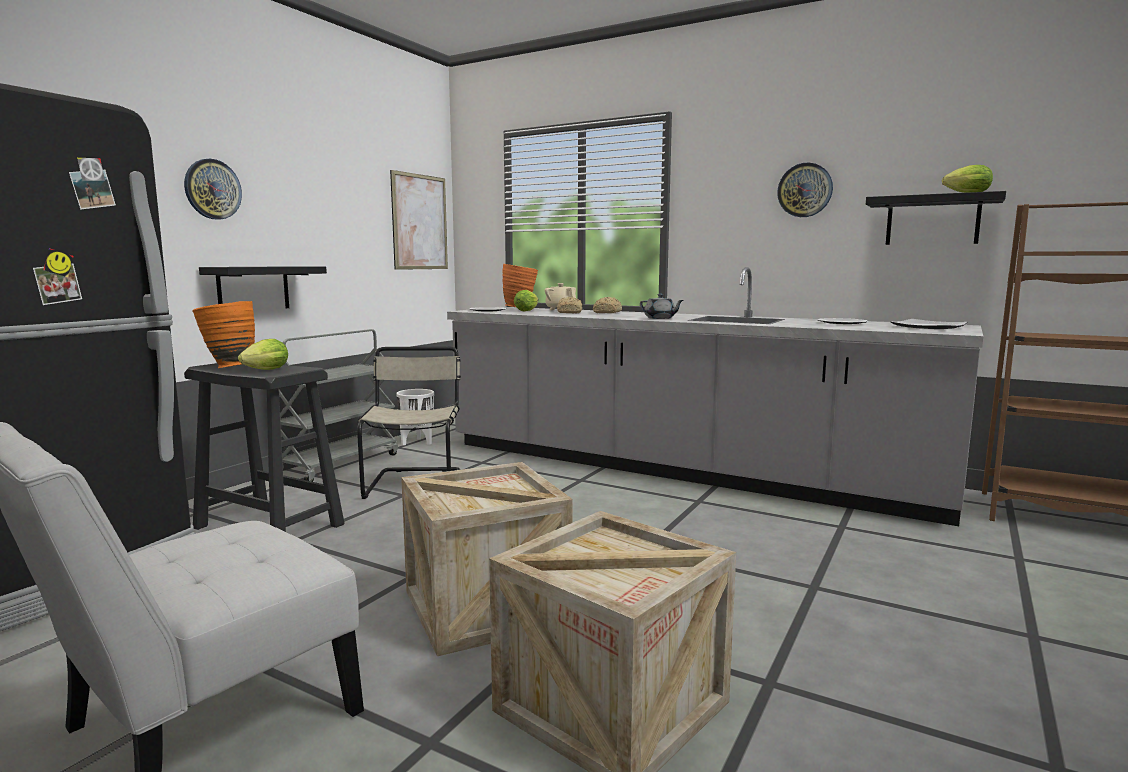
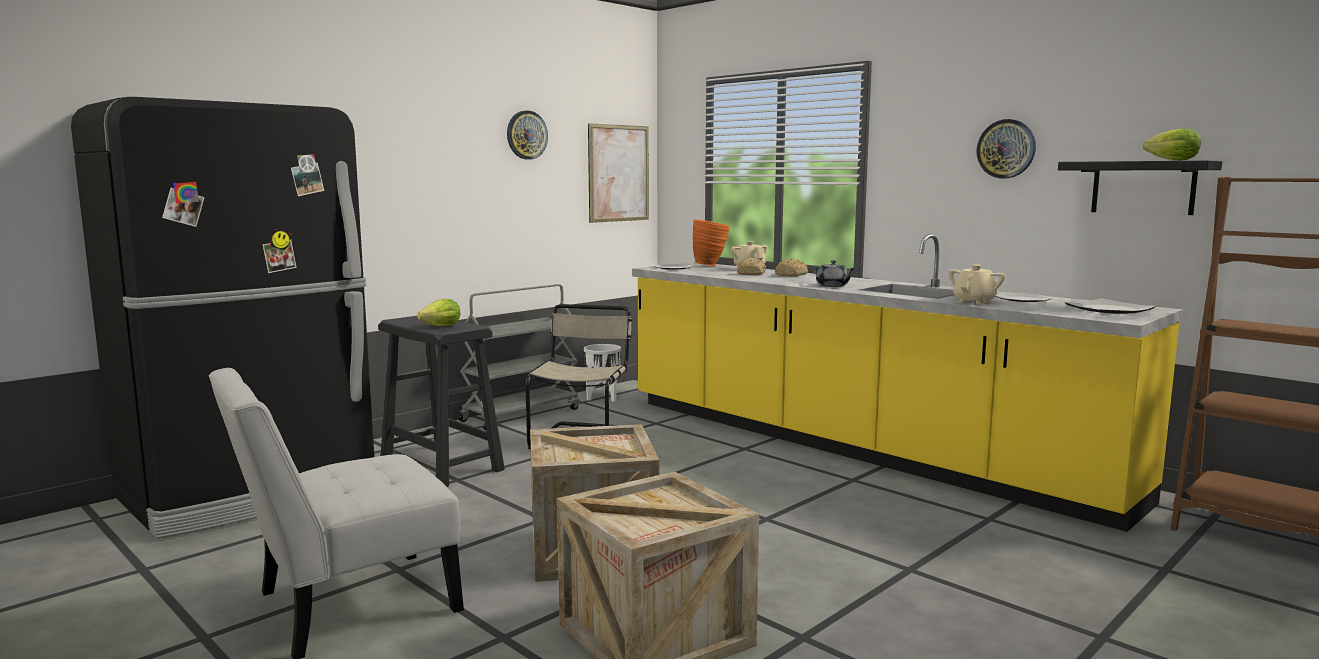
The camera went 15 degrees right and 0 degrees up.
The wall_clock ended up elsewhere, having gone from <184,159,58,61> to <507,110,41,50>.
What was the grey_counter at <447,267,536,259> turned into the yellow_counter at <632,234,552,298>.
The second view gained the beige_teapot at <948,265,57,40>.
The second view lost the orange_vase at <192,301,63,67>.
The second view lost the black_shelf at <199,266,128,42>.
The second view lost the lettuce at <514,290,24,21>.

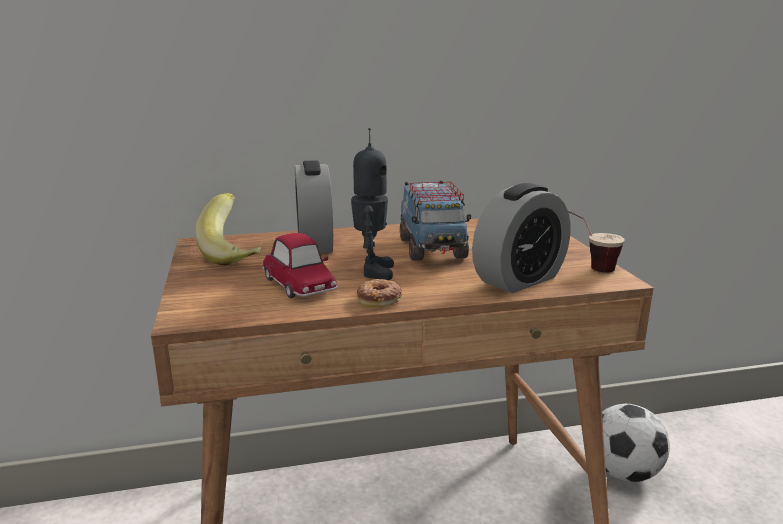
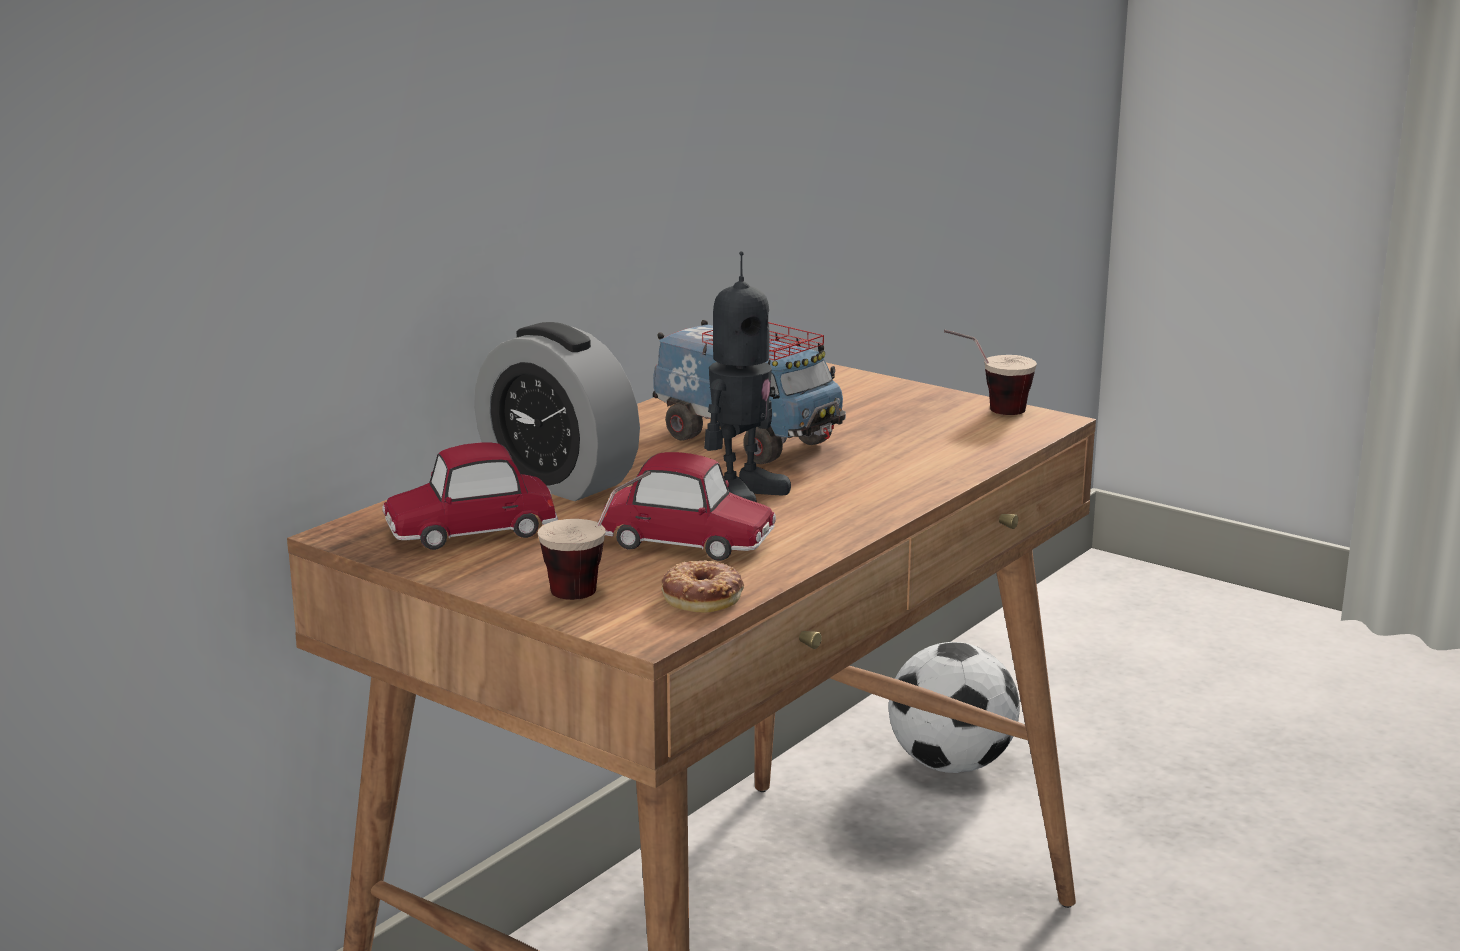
The camera went 40 degrees left and 0 degrees up.
Where the banana stood at <195,193,66,72>, the toy_car came to stand at <382,443,176,107>.
The second view gained the cup at <538,471,113,129>.
The donut ended up elsewhere, having gone from <357,279,45,28> to <661,560,83,53>.
The toy_robot at <351,128,43,152> ended up facing another way, 75 degrees clockwise from before.
The second view lost the alarm_clock at <472,183,99,110>.

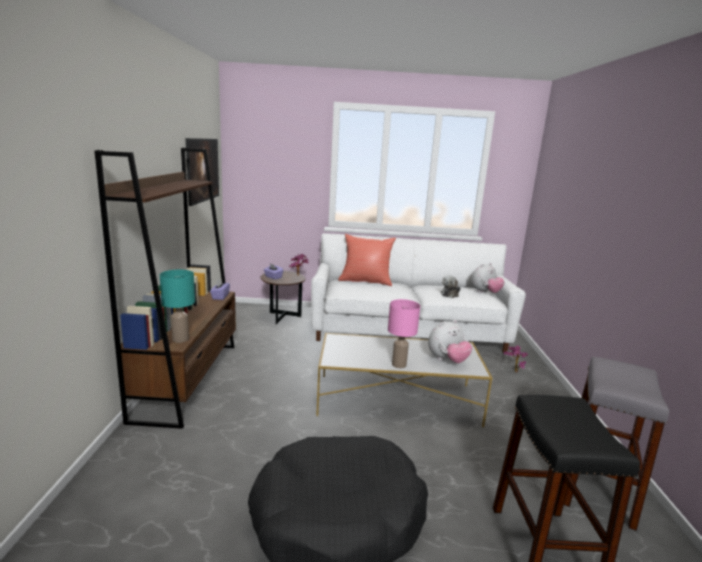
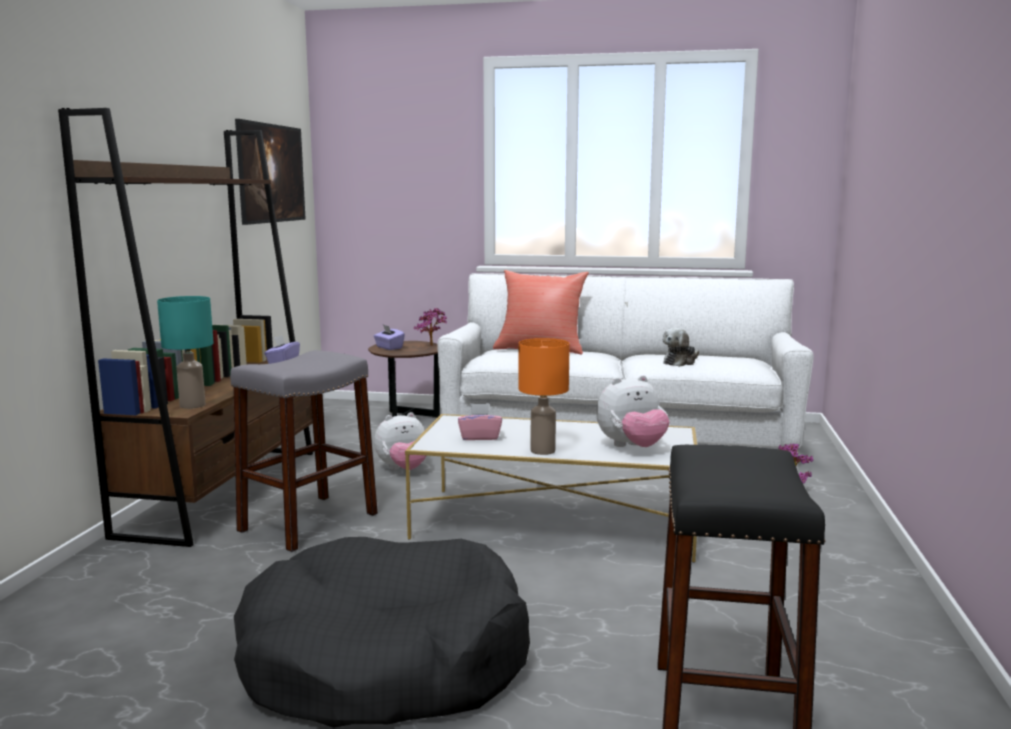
The camera went 10 degrees right and 5 degrees down.
The grey_stool ended up elsewhere, having gone from <564,357,105,174> to <230,350,148,202>.
The plush_toy ended up elsewhere, having gone from <471,263,33,30> to <374,412,52,58>.
The second view gained the pink_tissue_box at <458,403,44,37>.
What was the pink_table_lamp at <388,299,32,69> turned into the orange_table_lamp at <518,338,52,117>.

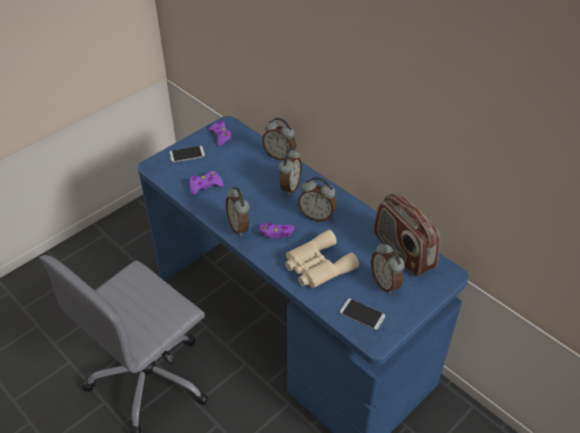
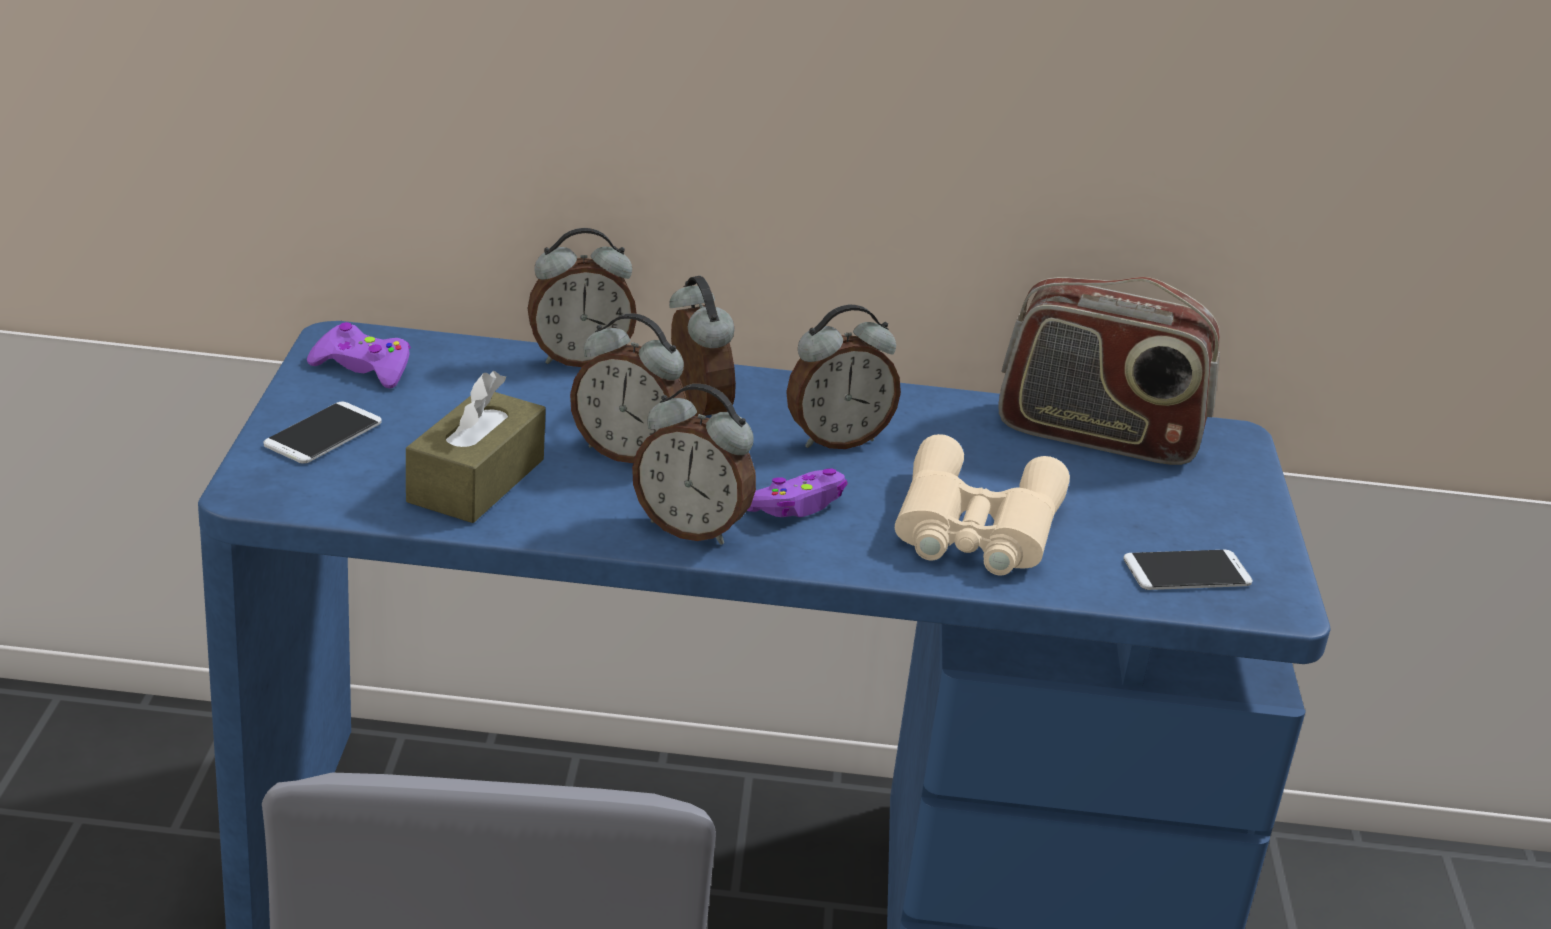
The camera went 45 degrees left and 15 degrees down.
Where the purple_game_controller stood at <189,171,35,24>, the brown_tissue_box came to stand at <406,371,140,152>.
The alarm_clock ended up elsewhere, having gone from <371,242,34,52> to <570,313,116,150>.

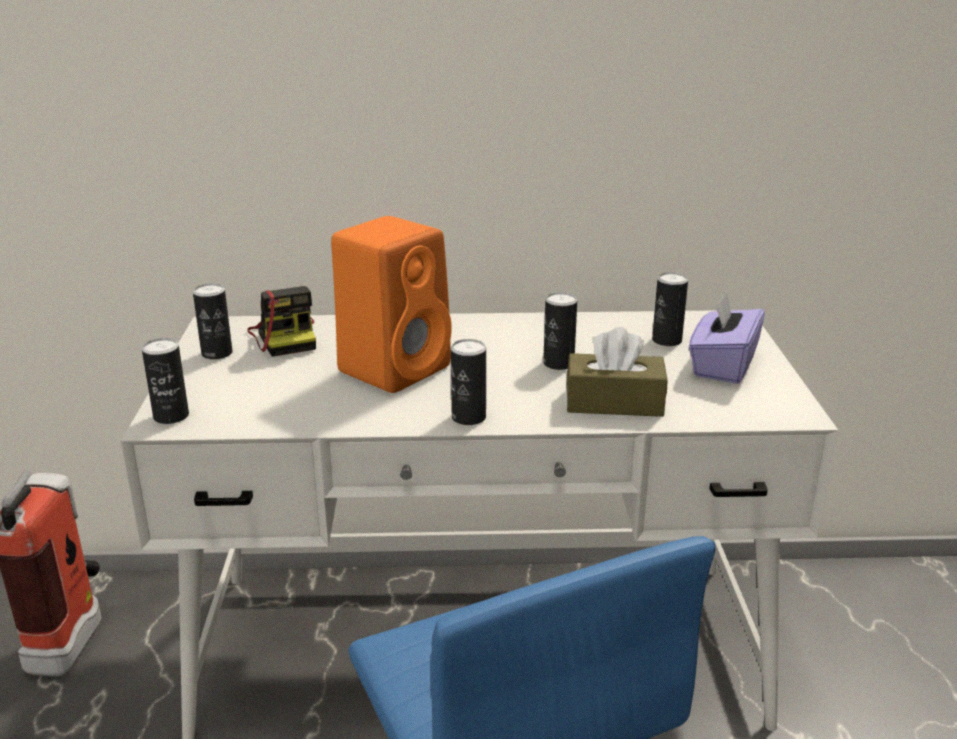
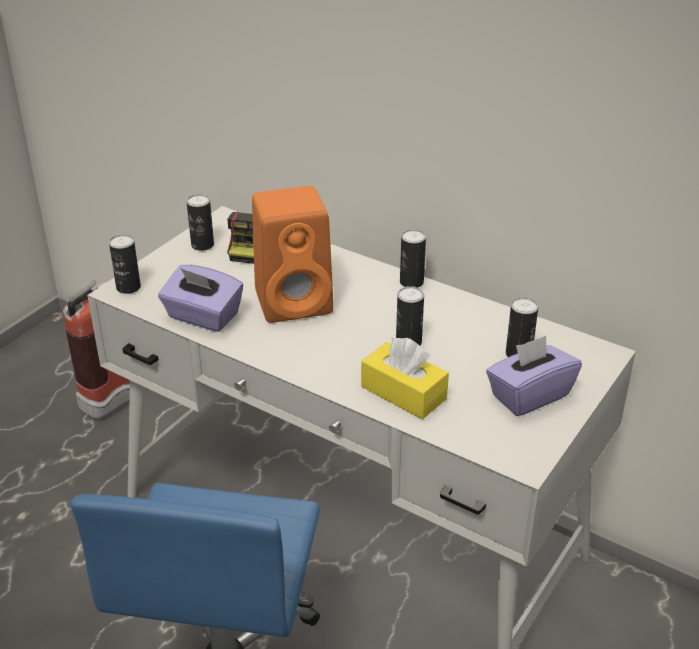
The camera went 35 degrees right and 10 degrees up.
The second view gained the purple_tissue_box at <158,265,85,67>.
What was the brown_tissue_box at <566,327,102,90> turned into the yellow_tissue_box at <361,338,88,81>.
The can ended up elsewhere, having gone from <451,339,35,86> to <400,229,26,59>.

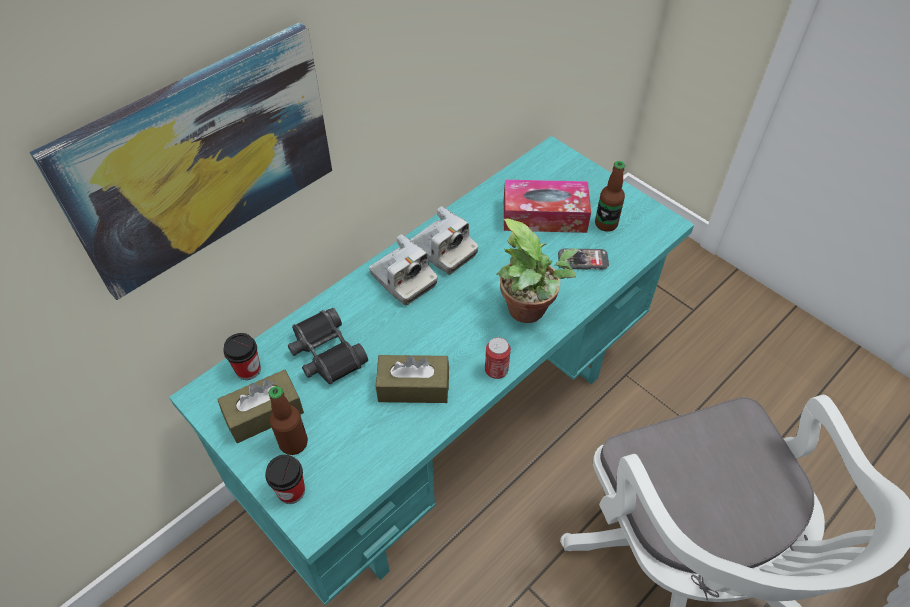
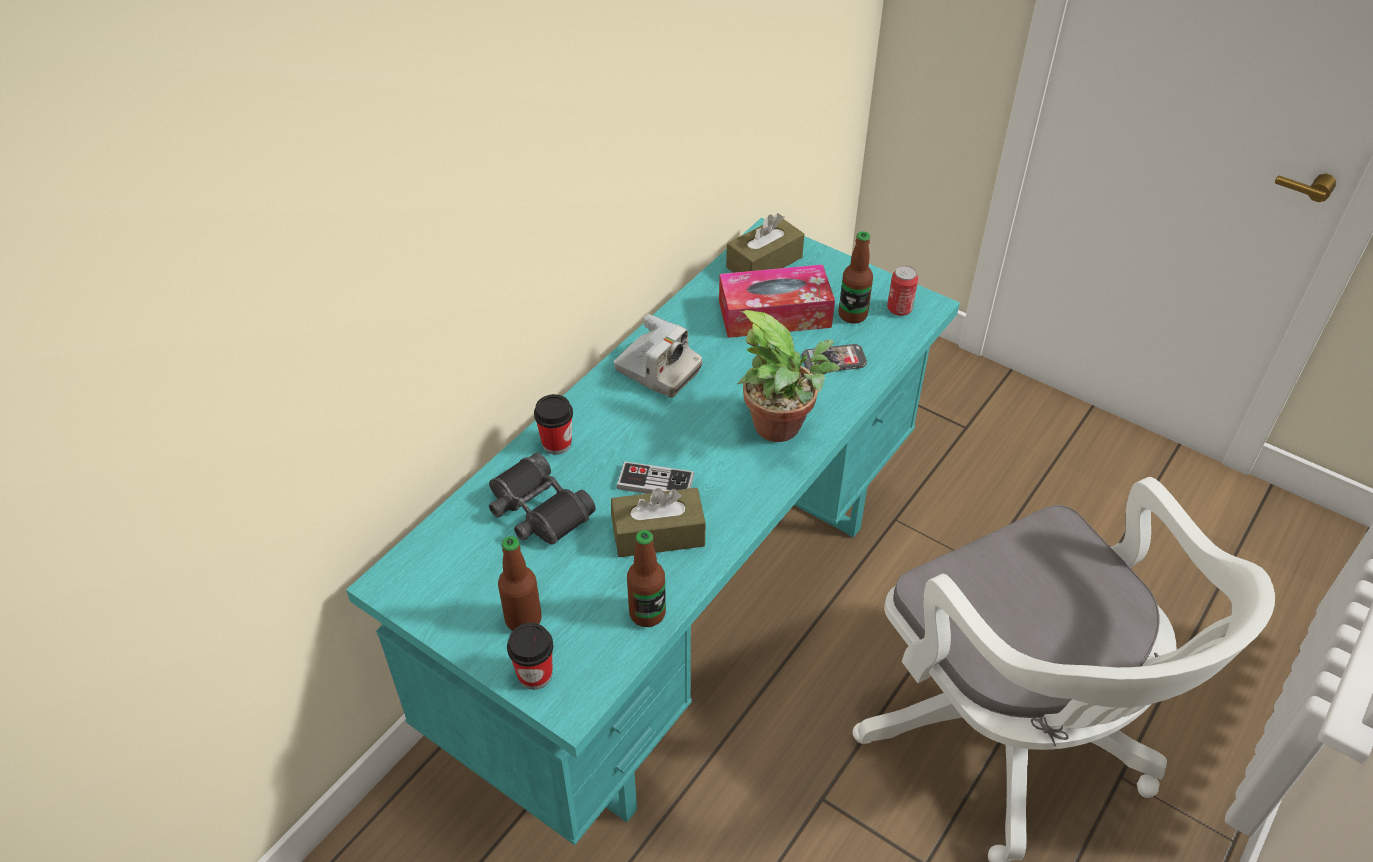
The camera went 10 degrees left and 5 degrees down.
The cup ended up elsewhere, having gone from <223,333,38,47> to <534,394,39,61>.
The second view gained the game_controller at <616,461,78,33>.
The second view gained the bottle at <627,530,39,97>.
The brown_tissue_box ended up elsewhere, having gone from <217,369,87,74> to <726,213,78,60>.
The can ended up elsewhere, having gone from <485,337,26,42> to <887,266,31,50>.
The second view lost the picture at <30,22,302,278>.
The second view lost the photo_camera at <369,234,69,71>.

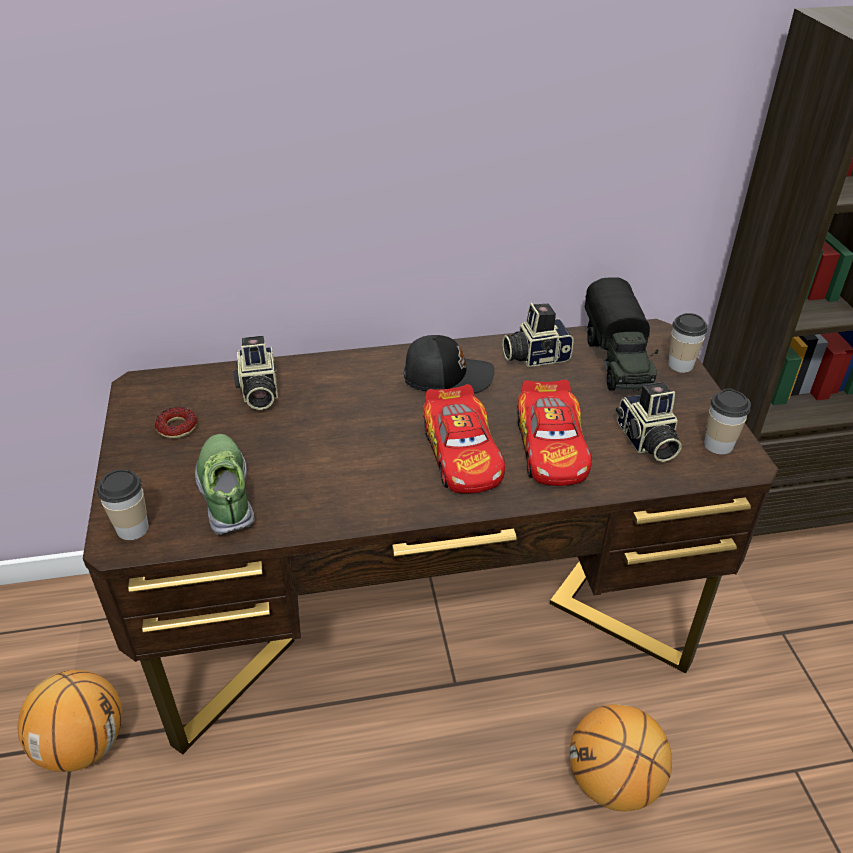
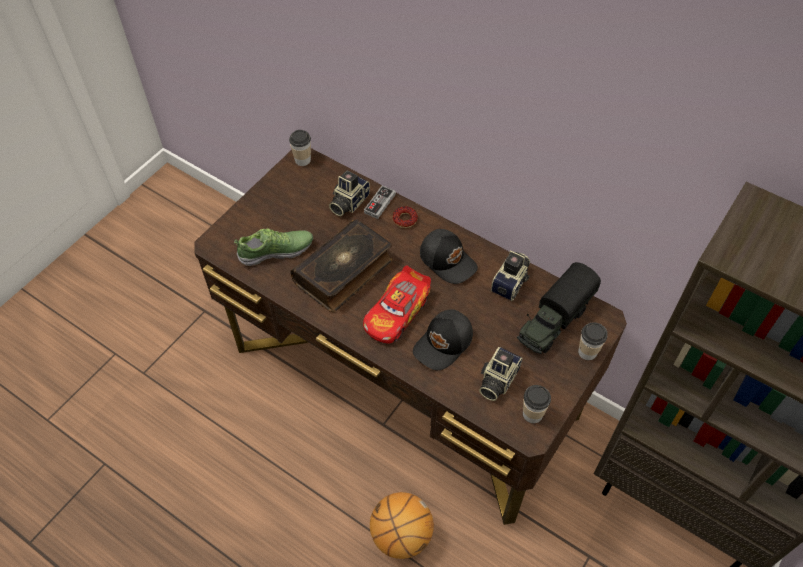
The camera went 45 degrees right and 15 degrees up.
The shoe at <195,434,60,101> ended up facing another way, 45 degrees clockwise from before.
The cup ended up elsewhere, having gone from <97,469,52,71> to <289,130,22,36>.
The second view gained the book at <290,219,103,93>.
The second view gained the game_controller at <364,186,32,33>.
The donut ended up elsewhere, having gone from <155,407,42,32> to <393,206,25,22>.
Where the toy_car stood at <517,379,75,107>, the black_cap came to stand at <413,309,60,61>.
The photo_camera at <502,303,72,64> ended up facing another way, 90 degrees clockwise from before.
The second view lost the basketball at <18,670,104,102>.

